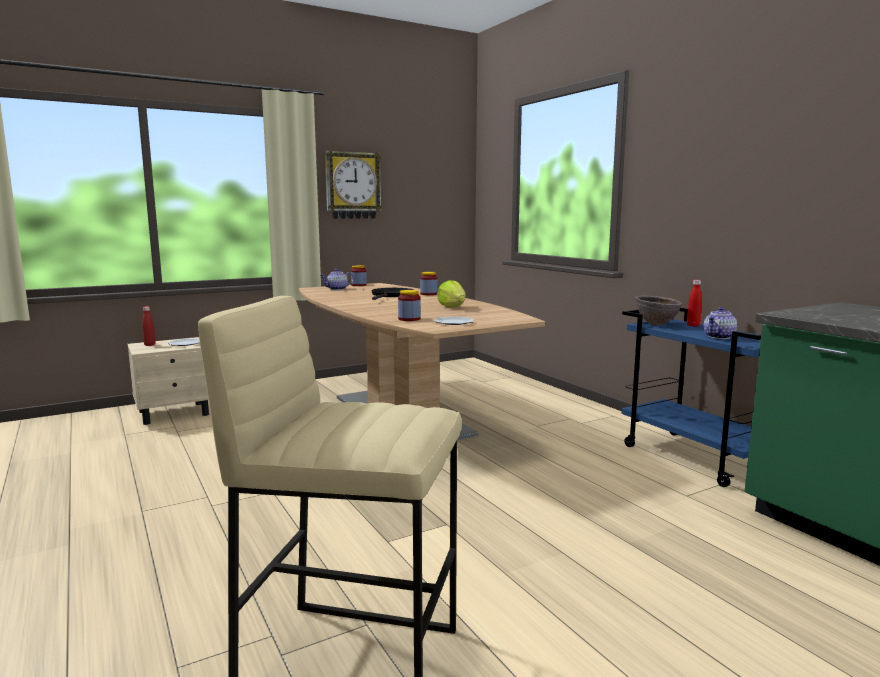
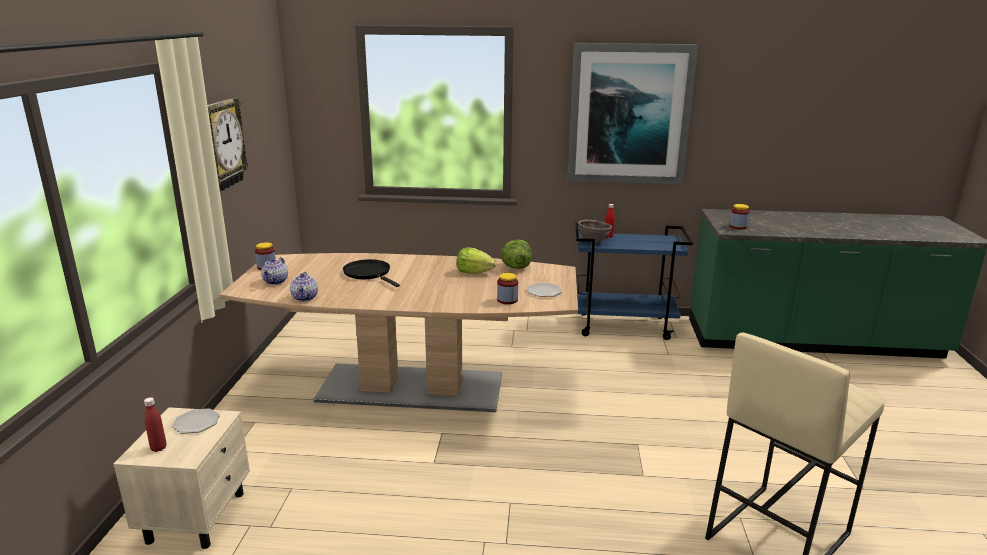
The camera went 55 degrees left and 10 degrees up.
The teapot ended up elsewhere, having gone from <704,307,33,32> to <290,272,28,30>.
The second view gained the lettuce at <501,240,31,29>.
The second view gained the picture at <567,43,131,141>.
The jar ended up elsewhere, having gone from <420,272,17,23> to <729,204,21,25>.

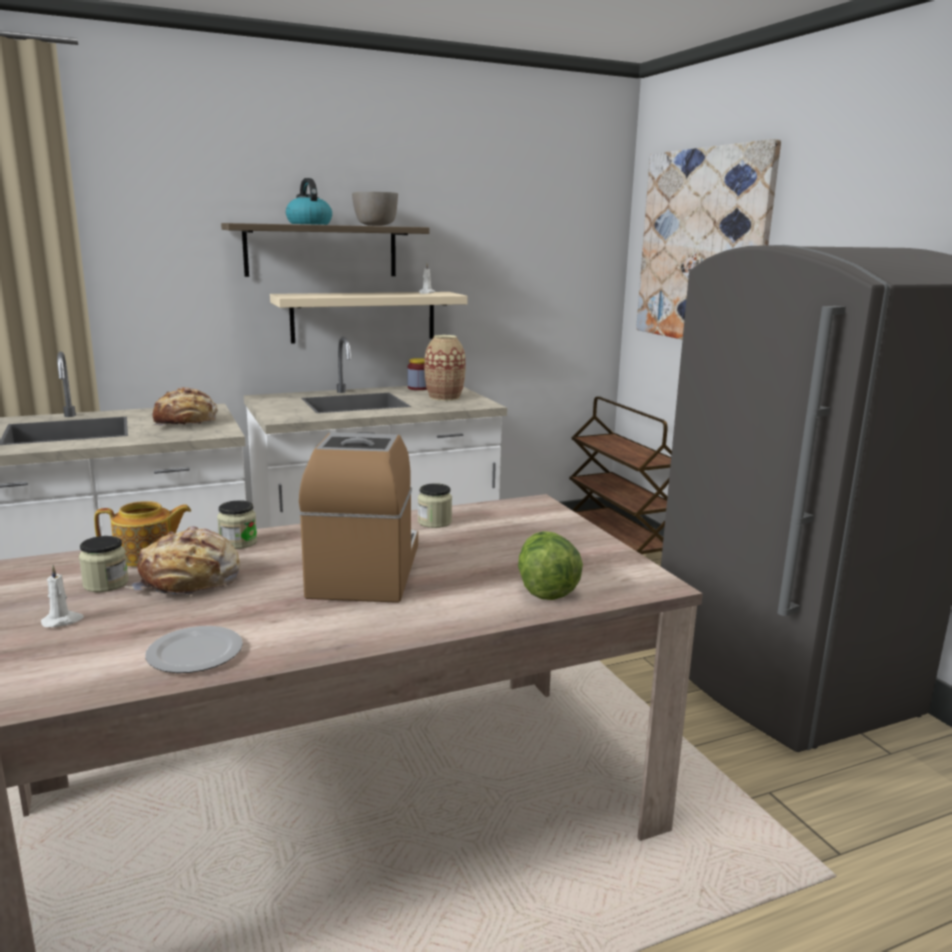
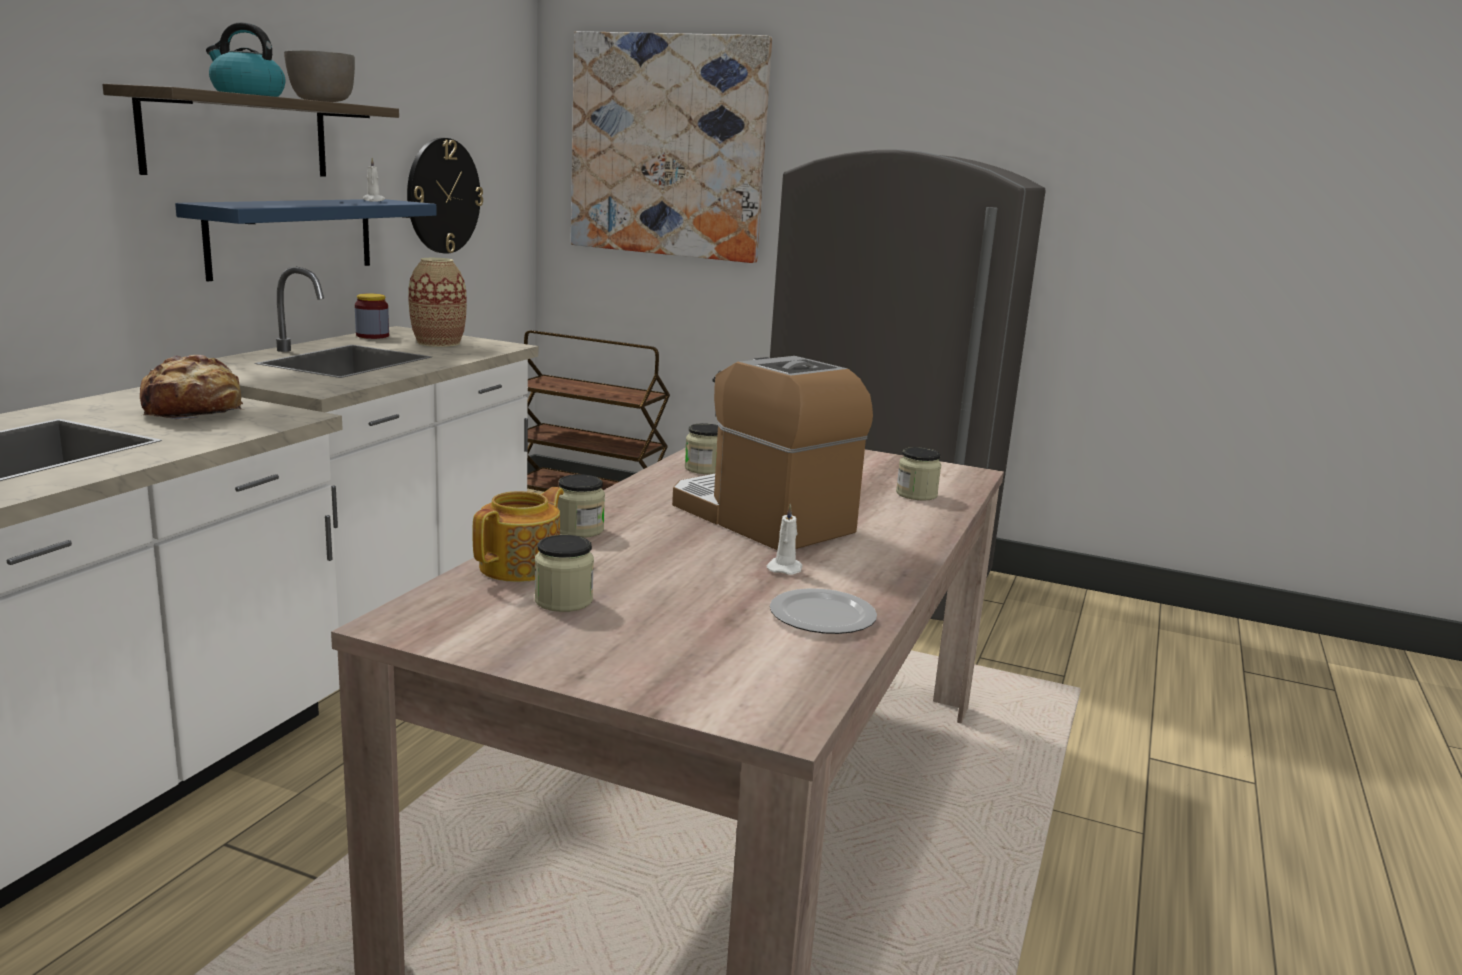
The camera went 45 degrees left and 0 degrees up.
What was the beige_shelf at <270,292,198,52> turned into the blue_shelf at <175,199,262,82>.
The second view gained the wall_clock at <407,138,76,116>.
The white_candle ended up elsewhere, having gone from <41,565,43,62> to <767,503,35,72>.
Where the lettuce stood at <518,531,65,69>, the jar came to stand at <896,447,45,54>.
The second view lost the bread at <125,526,115,71>.

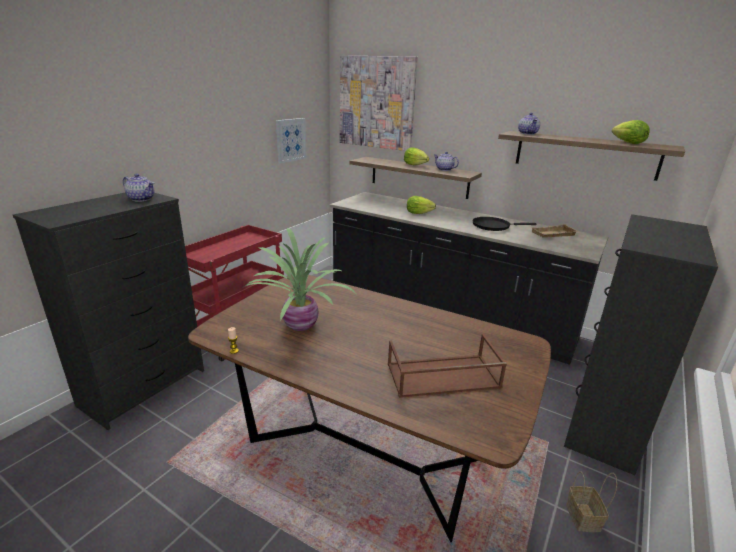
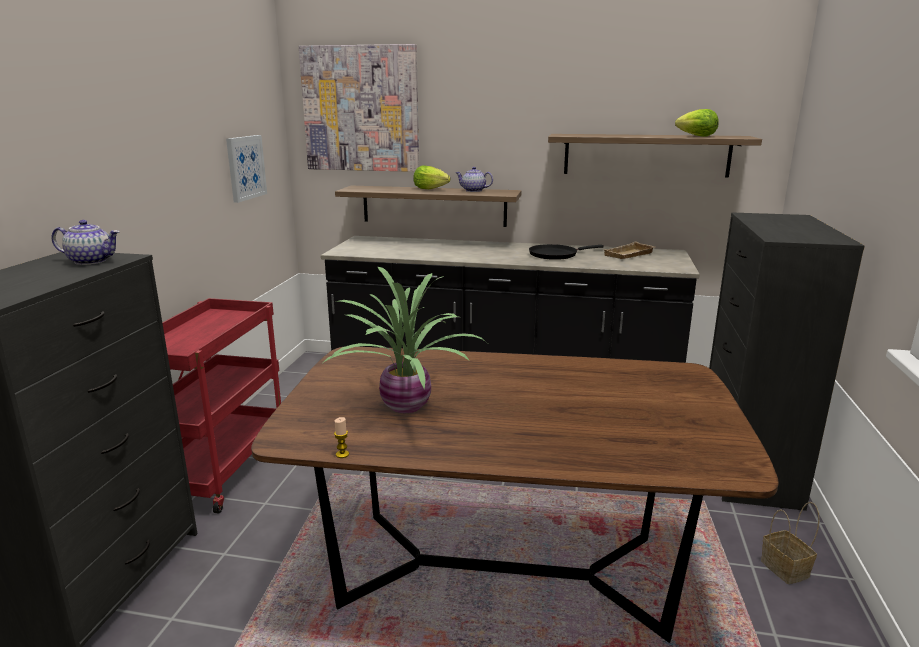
The camera went 20 degrees left and 5 degrees down.
The second view lost the brown_tray at <388,334,119,64>.
The second view lost the lettuce at <407,196,29,18>.
The second view lost the teapot at <518,113,22,22>.

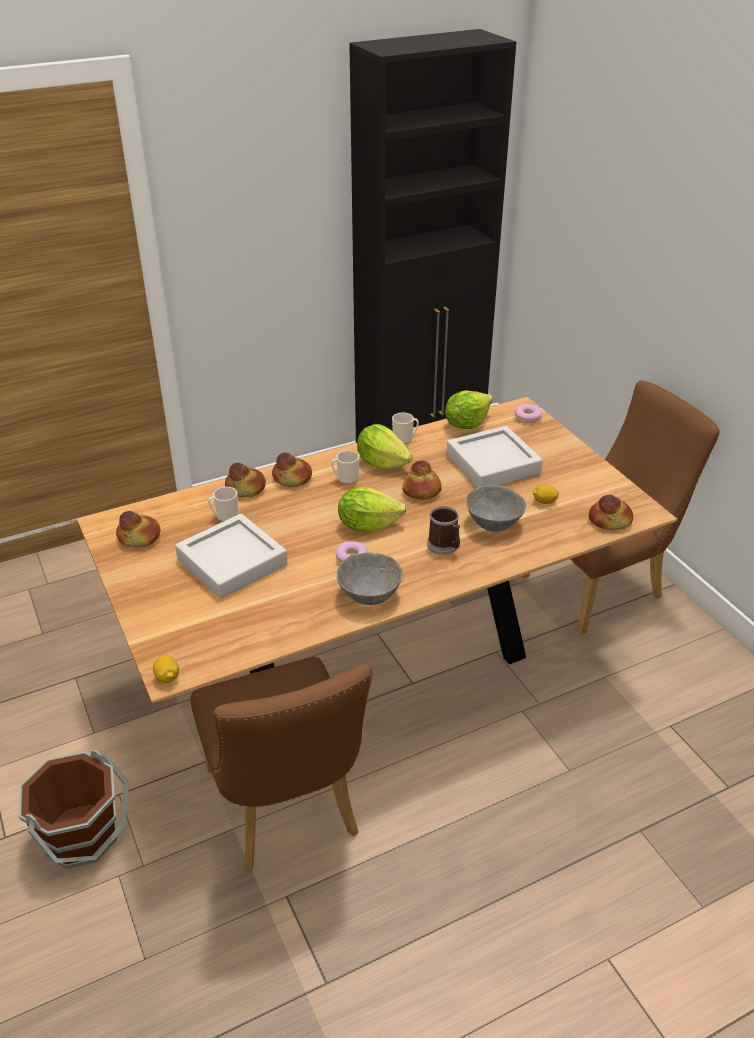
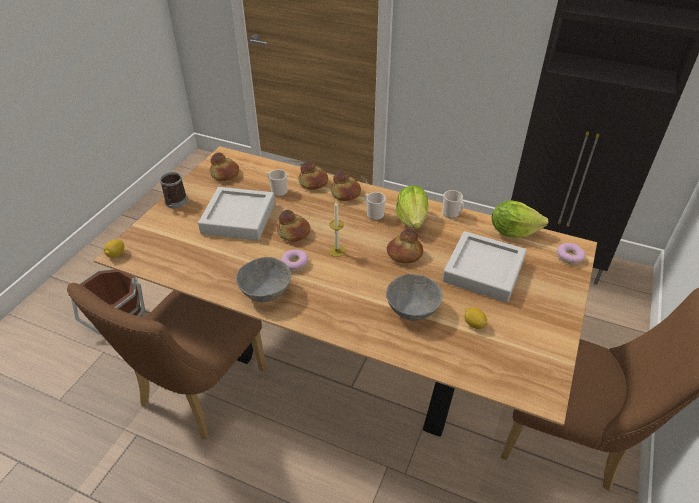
The camera went 50 degrees right and 5 degrees up.
The mug ended up elsewhere, having gone from <427,506,33,49> to <160,172,28,36>.
The bread ended up elsewhere, having gone from <589,495,44,35> to <277,210,33,32>.
Where the lettuce stood at <338,487,69,45>, the candle came to stand at <329,201,17,56>.

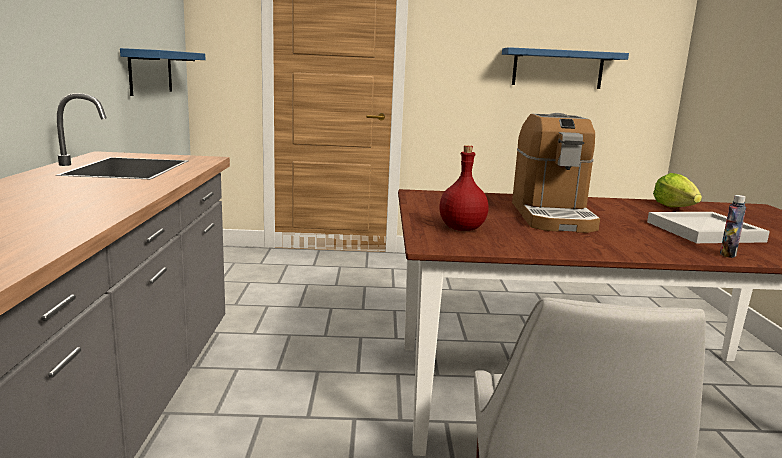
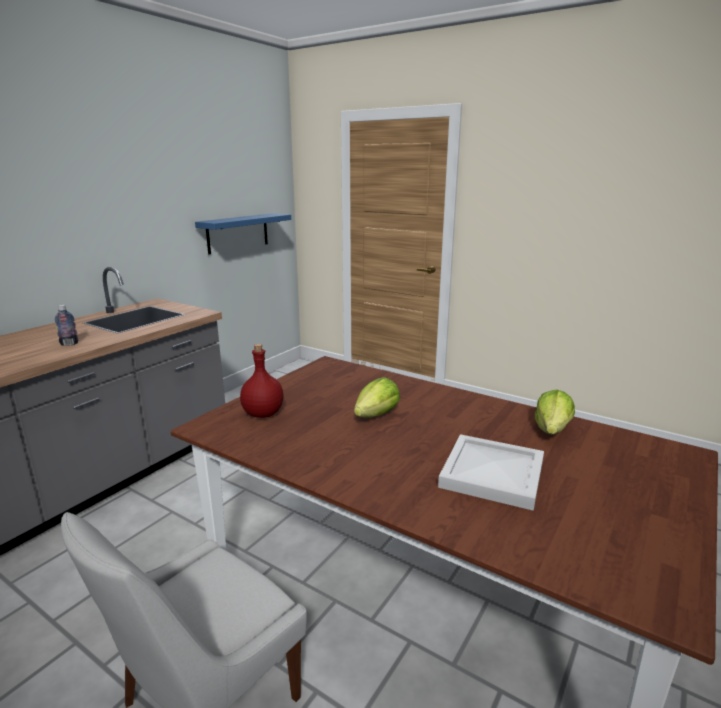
The camera went 35 degrees right and 5 degrees up.
The bottle ended up elsewhere, having gone from <720,195,26,63> to <55,305,24,41>.
Where the coffee_machine stood at <512,113,88,120>, the lettuce came to stand at <354,377,46,41>.
The second view lost the blue_shelf at <502,47,127,42>.

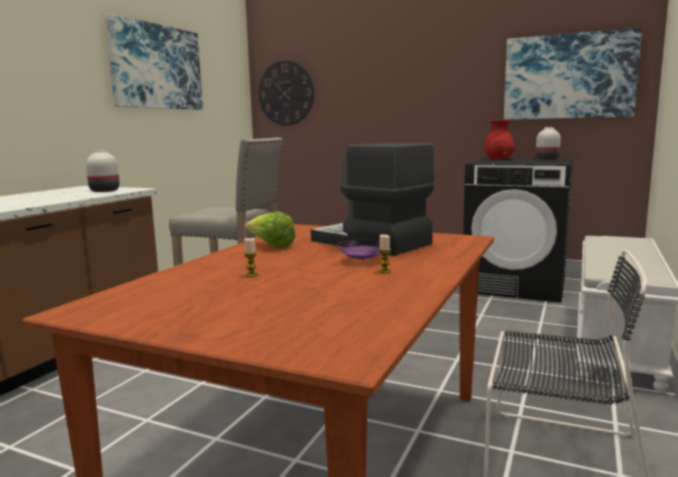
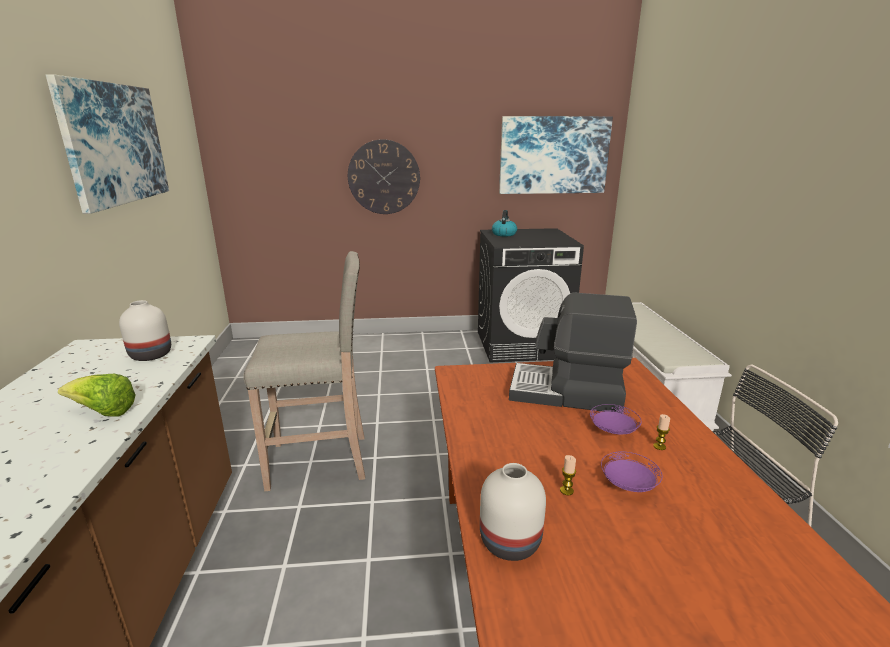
The camera went 30 degrees left and 10 degrees up.
The lettuce ended up elsewhere, having gone from <244,212,51,36> to <58,374,78,43>.
The wall_clock ended up elsewhere, having gone from <259,60,55,66> to <348,139,72,75>.
The white_vase ended up elsewhere, having gone from <536,127,25,33> to <480,463,66,98>.
Where the red_vase stood at <484,119,32,40>, the kettle came to stand at <492,210,25,26>.
The second view gained the purple_plate at <601,451,61,41>.

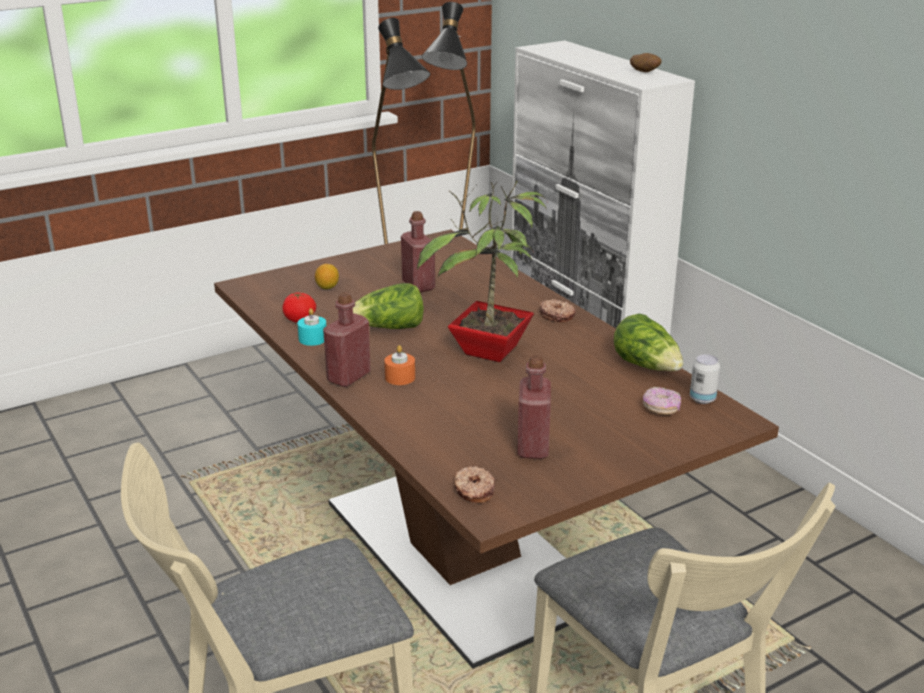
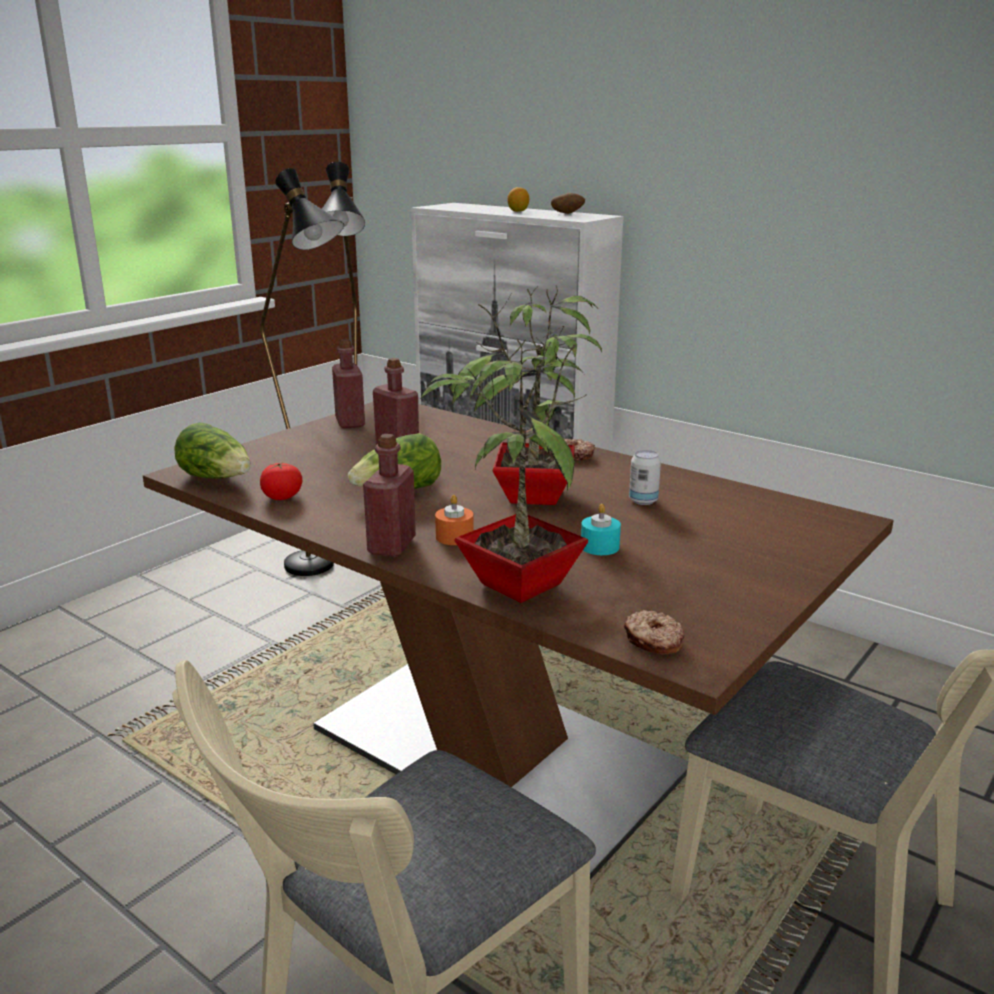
The camera went 20 degrees left and 5 degrees down.
The lettuce ended up elsewhere, having gone from <614,313,69,58> to <174,422,77,57>.
The red_bottle ended up elsewhere, having gone from <517,355,34,104> to <332,339,33,90>.
The second view gained the potted_plant at <420,338,168,265>.
The lemon ended up elsewhere, having gone from <315,264,24,25> to <508,187,21,25>.
The turquoise_candle ended up elsewhere, having gone from <297,308,29,38> to <581,504,40,51>.
The can ended up elsewhere, having gone from <690,354,30,50> to <629,450,32,55>.
The second view lost the donut at <643,387,38,28>.

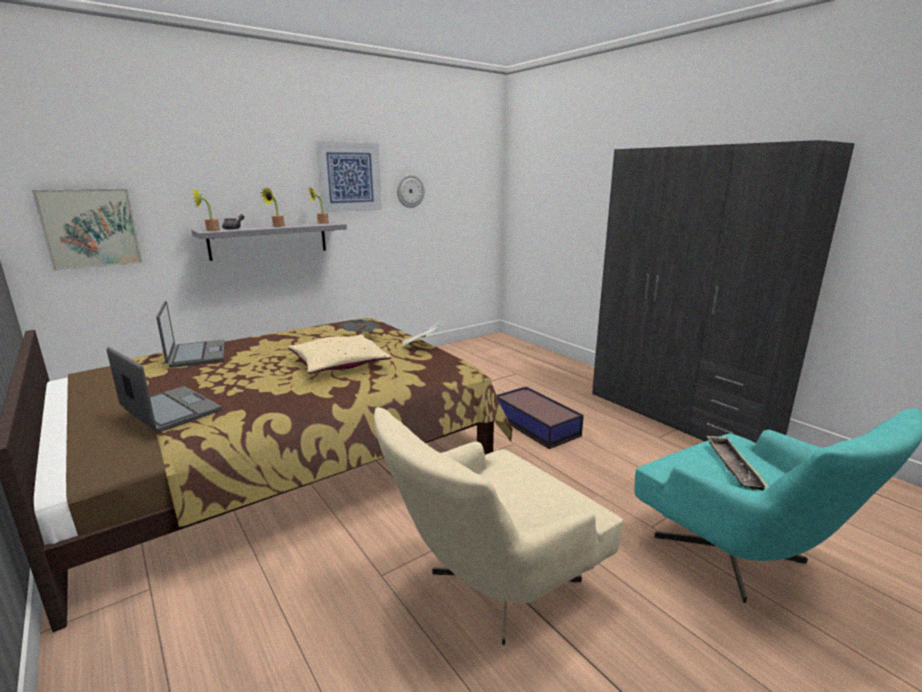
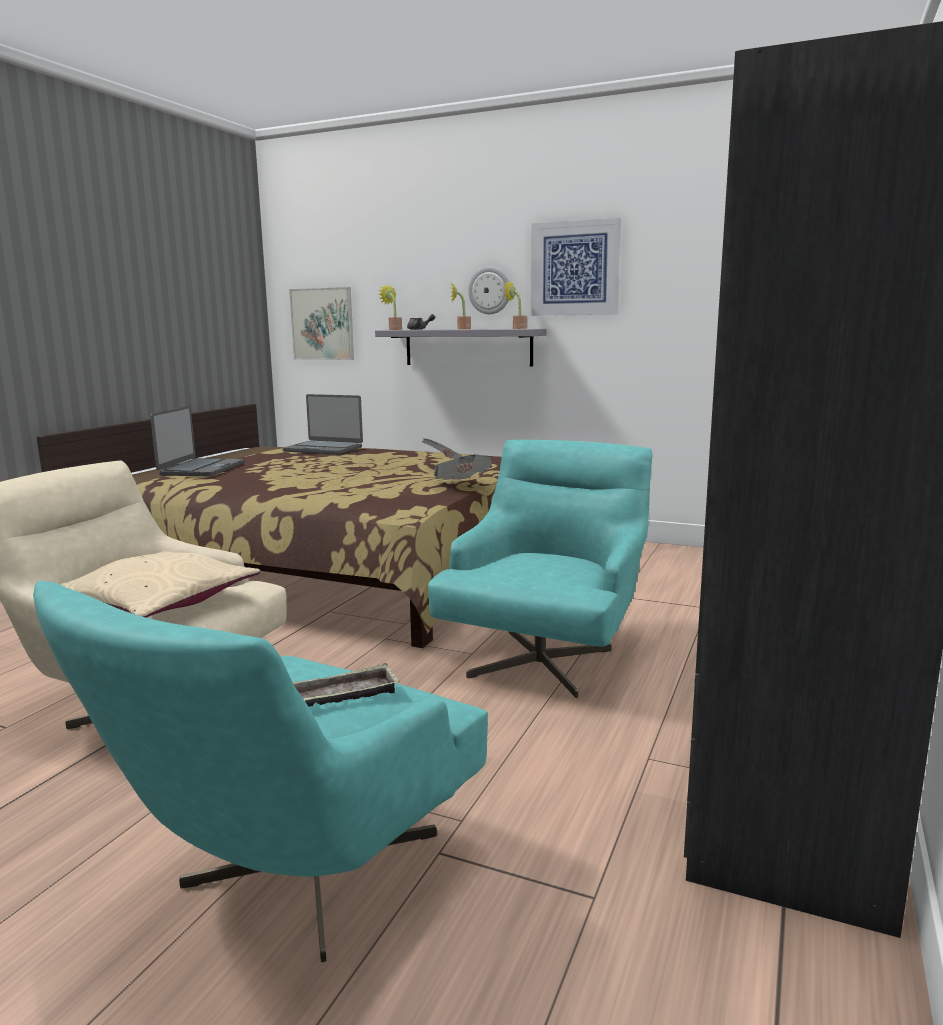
The camera went 60 degrees right and 5 degrees down.
The beige_pillow ended up elsewhere, having gone from <288,335,103,39> to <60,551,200,67>.
The laptop at <156,301,69,67> ended up facing another way, 75 degrees clockwise from before.
Where the storage_box stood at <497,386,87,63>, the turquoise_armchair came to stand at <428,440,225,258>.
The wall_clock ended up elsewhere, having gone from <397,174,28,34> to <468,267,42,47>.

